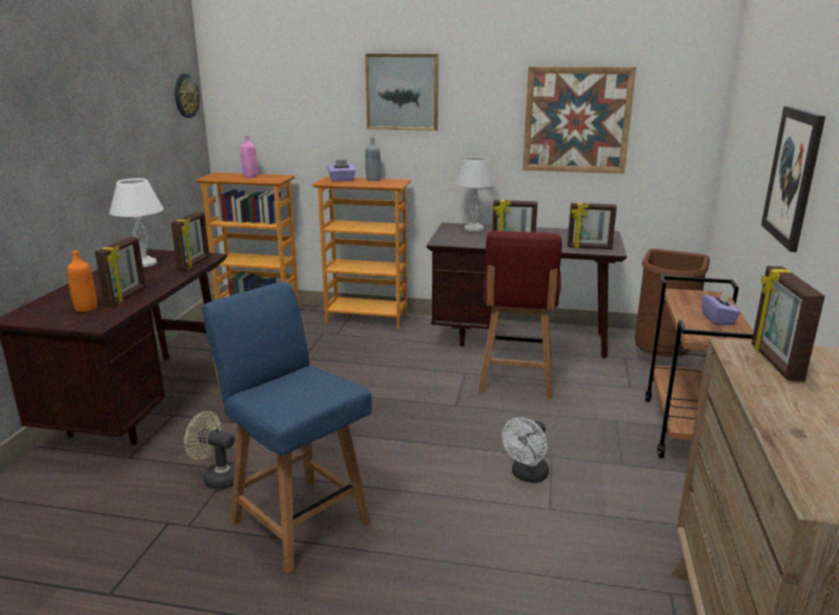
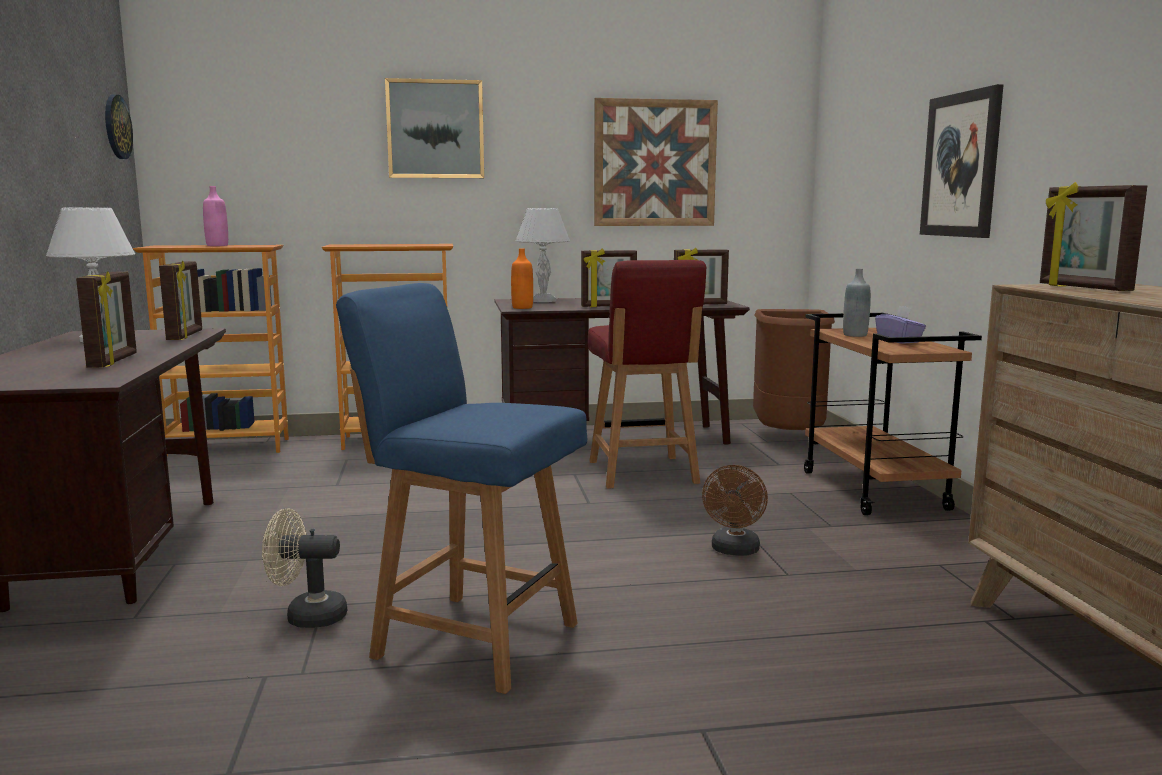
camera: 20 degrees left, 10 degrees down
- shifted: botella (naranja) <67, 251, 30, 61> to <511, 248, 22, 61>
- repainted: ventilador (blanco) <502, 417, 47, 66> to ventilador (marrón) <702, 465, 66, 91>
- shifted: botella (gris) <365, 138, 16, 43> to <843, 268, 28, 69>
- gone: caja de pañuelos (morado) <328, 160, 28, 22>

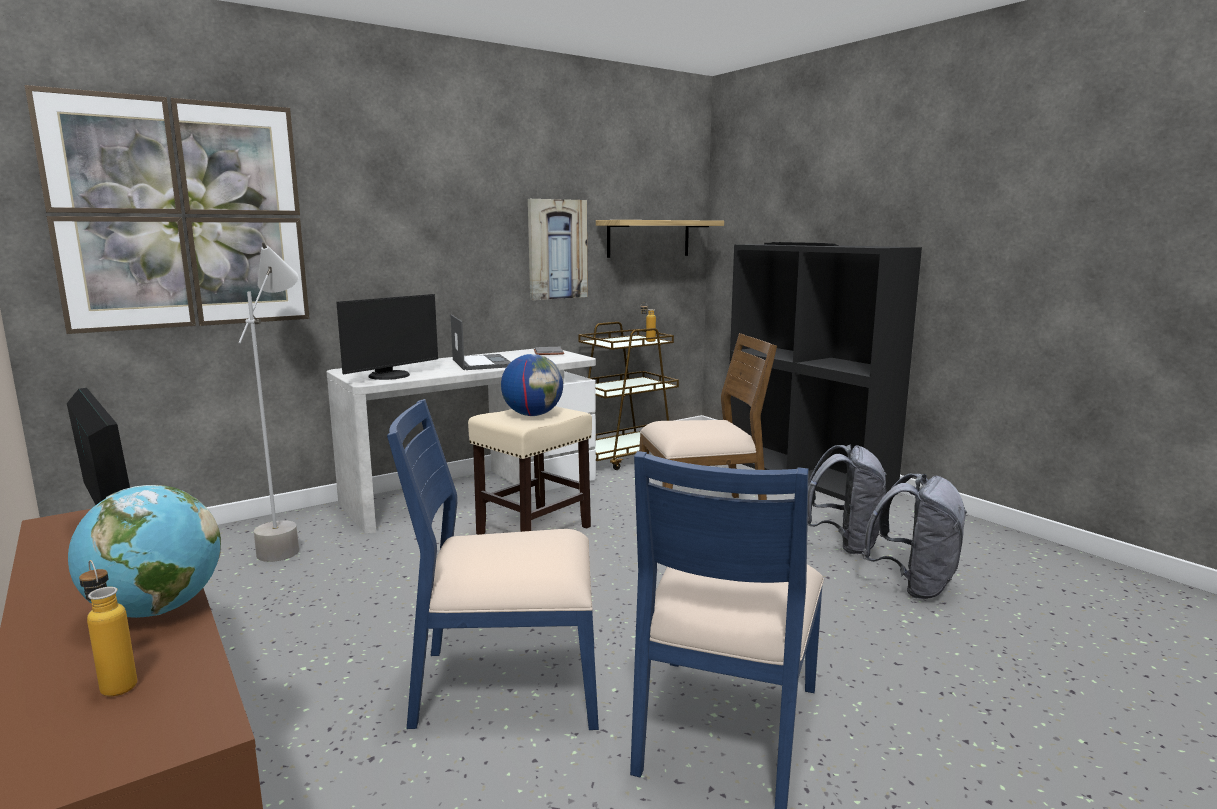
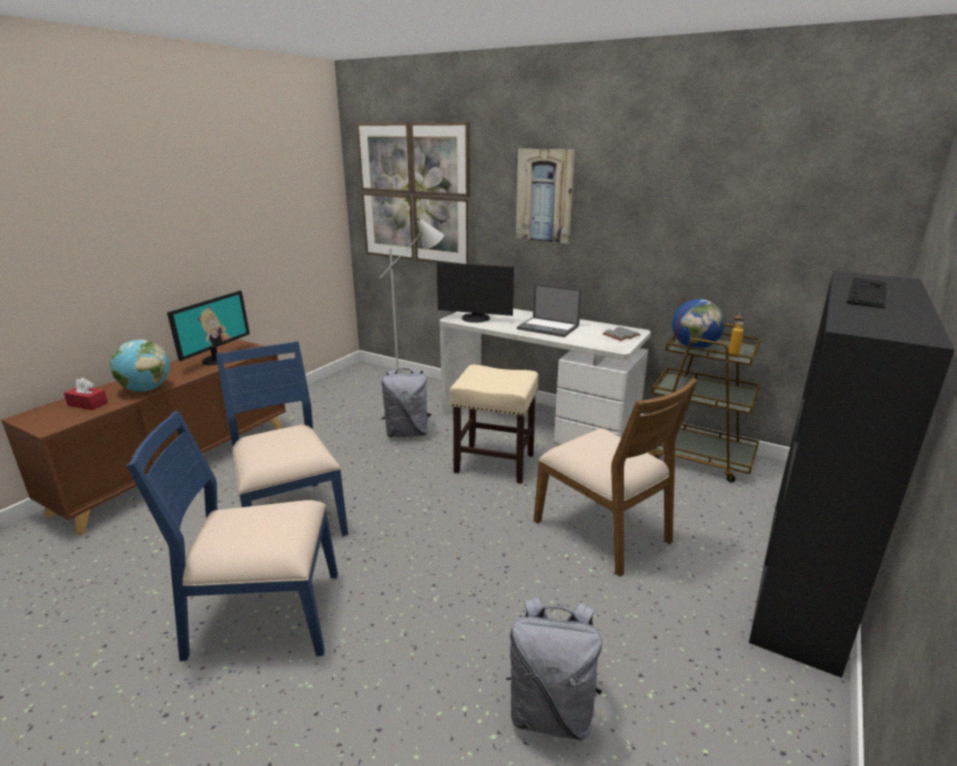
camera: 65 degrees right, 10 degrees up
- swapped: botella <79, 560, 58, 137> to caja de pañuelos (rojo) <64, 378, 44, 32>
- shifted: mochila (gris) <807, 444, 80, 110> to <381, 368, 50, 69>
- shifted: cuadro <528, 199, 60, 101> to <516, 149, 59, 95>
- rotated: portátil <451, 314, 60, 56> = <517, 284, 65, 53> 75 degrees clockwise
- shifted: globo terráqueo <501, 354, 62, 62> to <672, 299, 53, 49>
- gone: estante <596, 220, 128, 38>

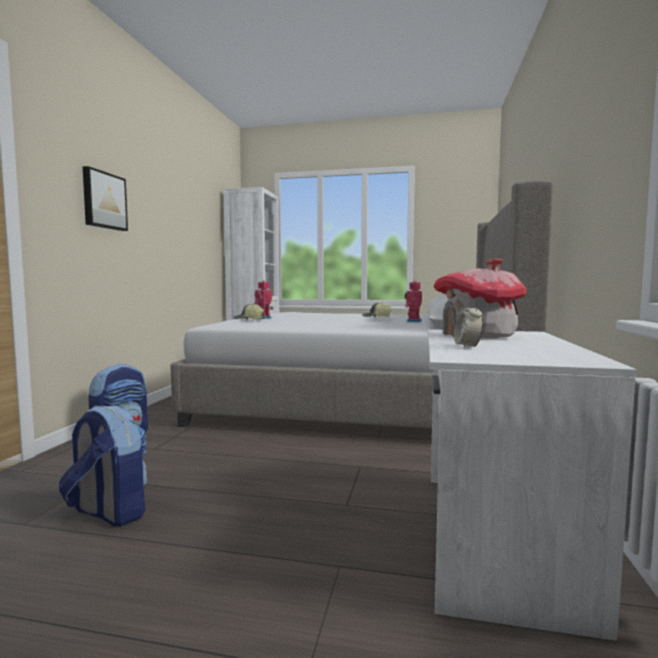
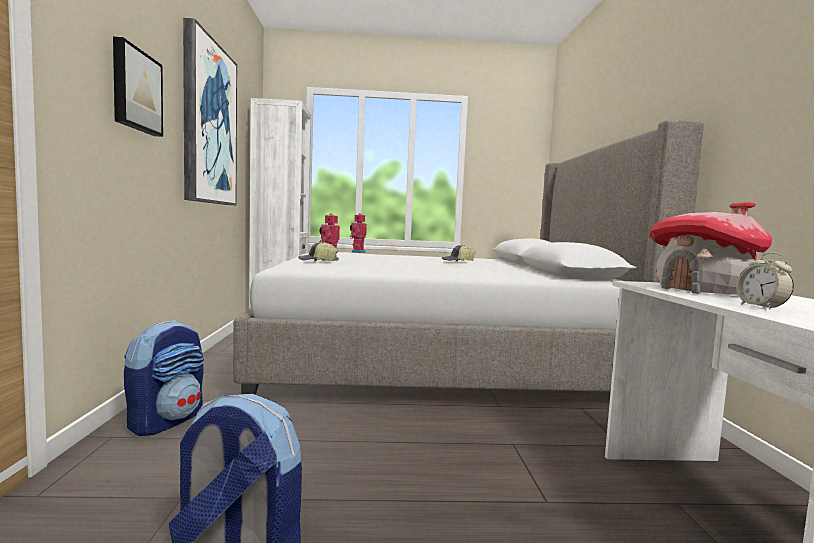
camera: 15 degrees left, 0 degrees up
- new: cuadro <183, 18, 54, 187>
- shifted: robot de juguete <405, 280, 17, 42> to <350, 213, 17, 40>

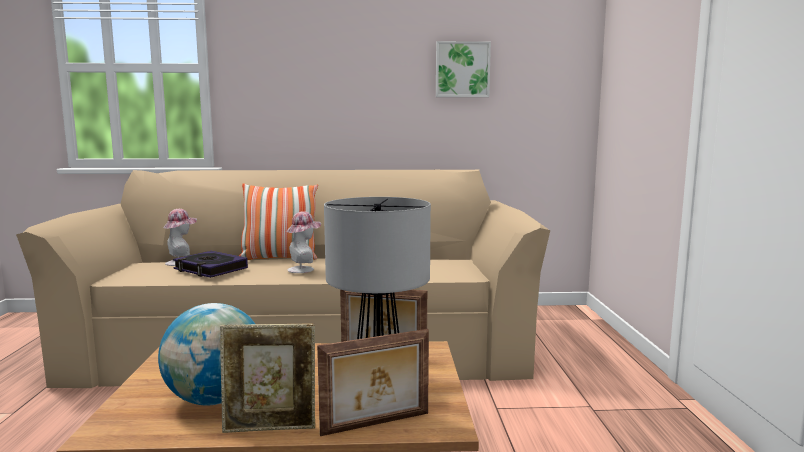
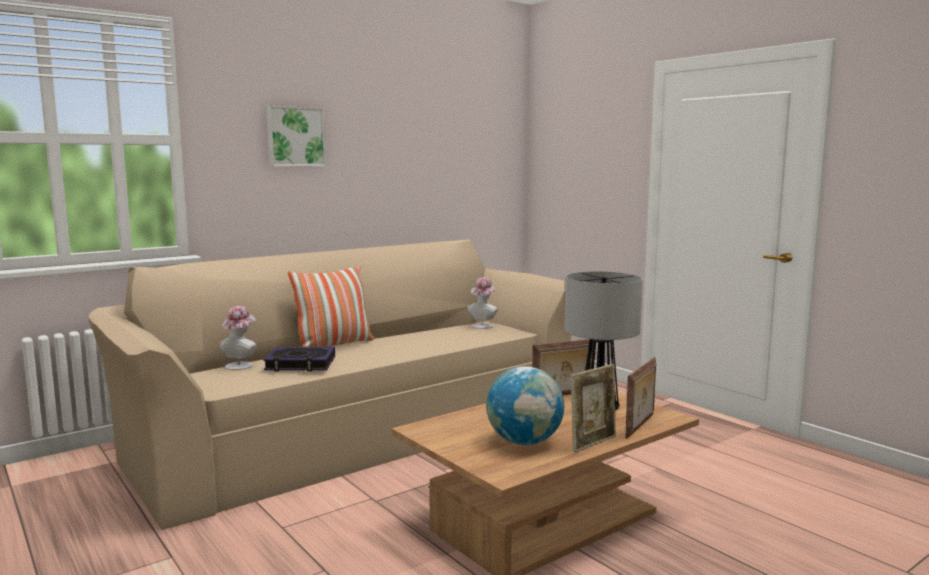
camera: 35 degrees left, 0 degrees up
- shifted: cuadro <436, 41, 55, 56> to <266, 106, 60, 61>
- shifted: sombrero <287, 211, 34, 62> to <467, 277, 31, 52>

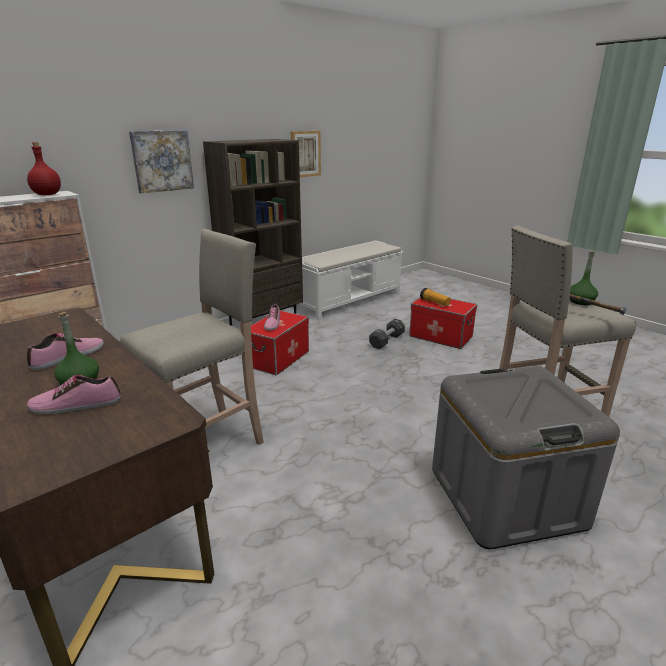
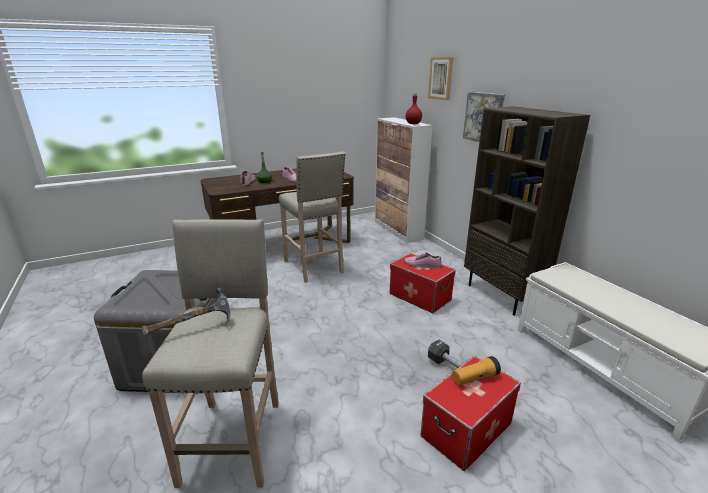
camera: 105 degrees right, 0 degrees up
- shifted: cuadro <291, 131, 30, 46> to <428, 57, 25, 43>
- gone: botella (verde) <569, 252, 29, 53>

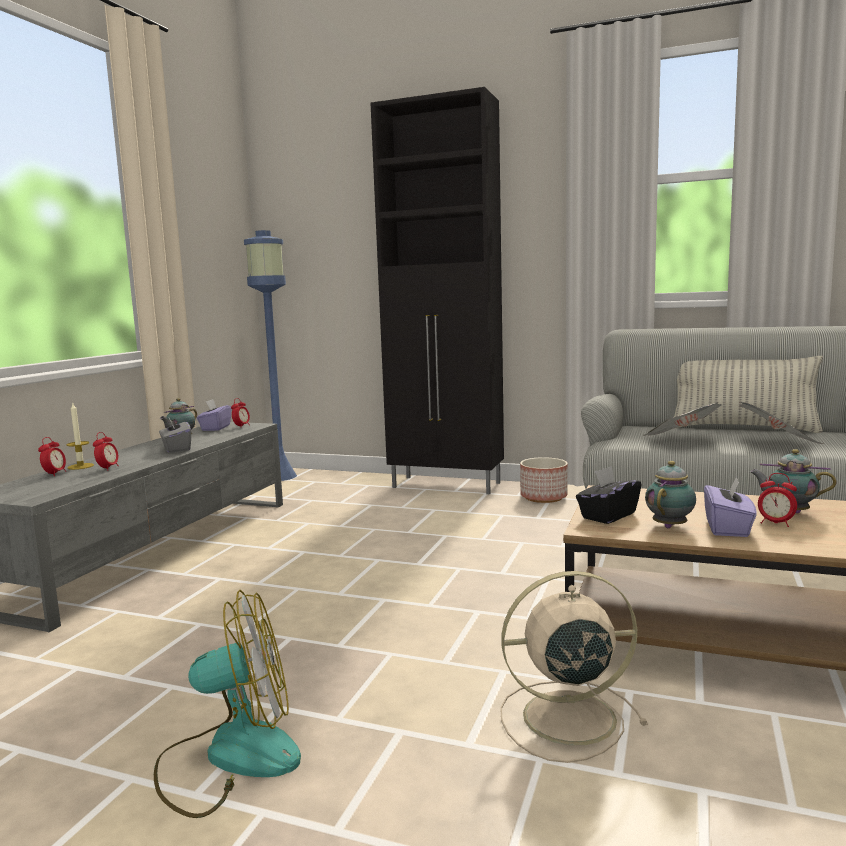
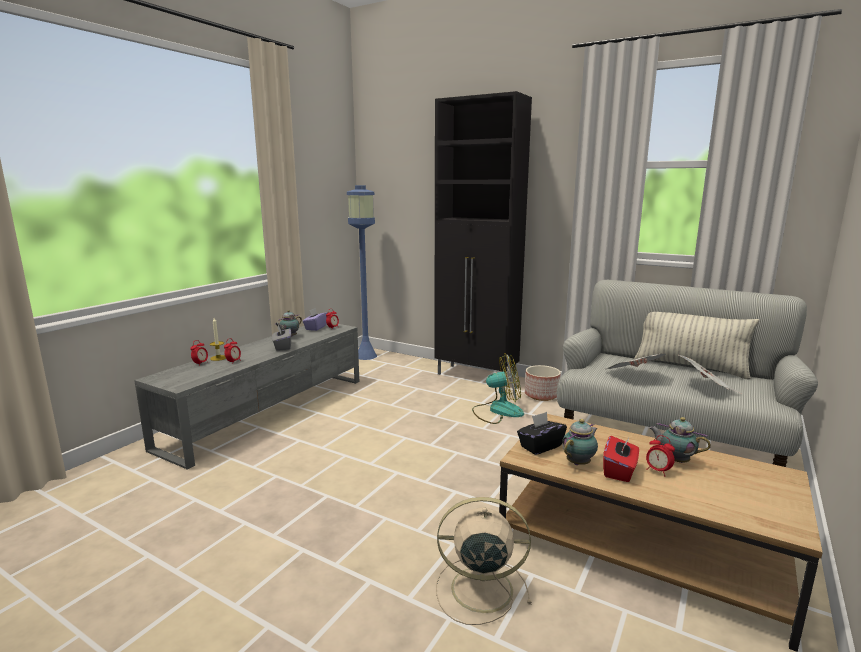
camera: 10 degrees right, 5 degrees up
- shifted: ventilador <154, 590, 147, 228> to <472, 353, 52, 71>
- repainted: caja de pañuelos (morado) <704, 476, 53, 61> to caja de pañuelos (rojo) <603, 436, 36, 46>

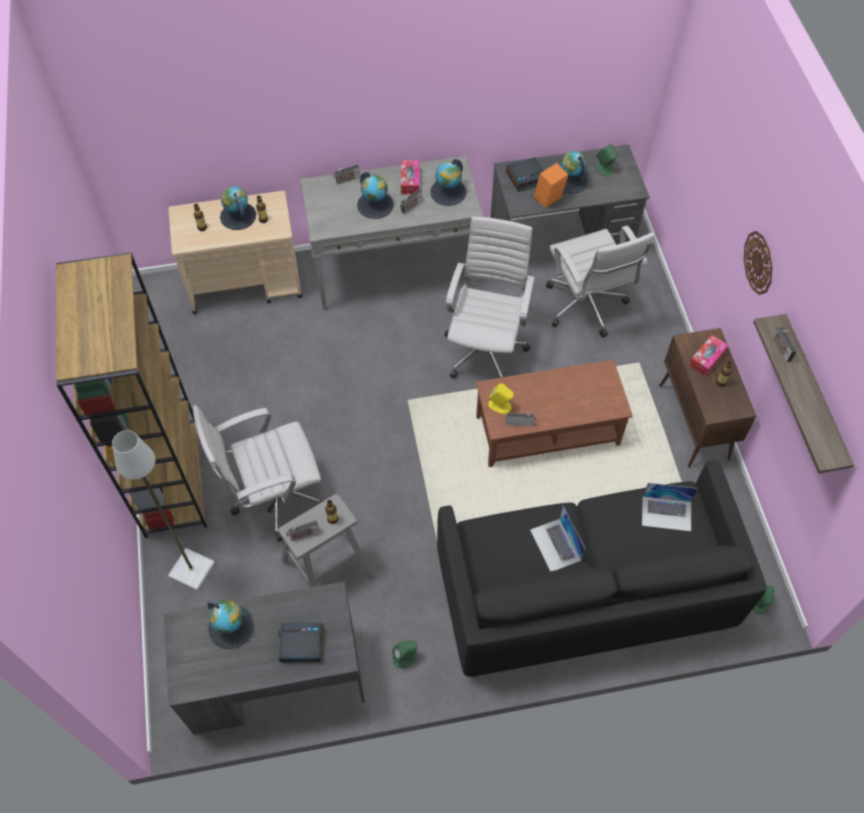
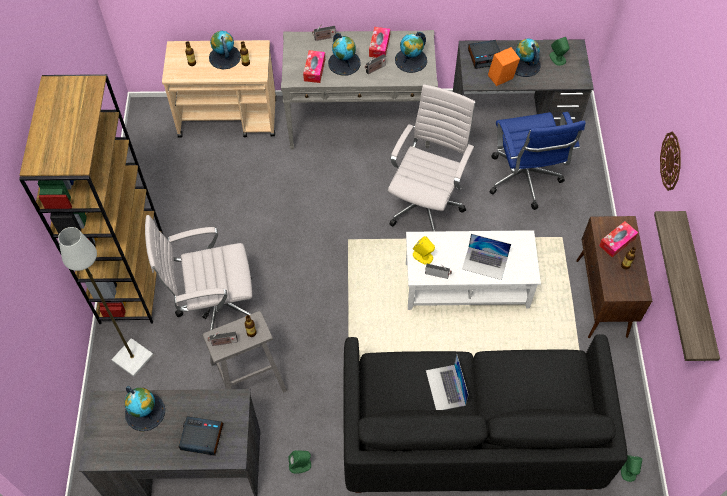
camera: 10 degrees right, 0 degrees up
- new: caja de pañuelos <303, 50, 22, 33>
- repainted: mesa de centro (marrón) <476, 359, 157, 108> to mesa de centro (blanco) <406, 230, 135, 80>
- shifted: portátil <642, 483, 56, 48> to <462, 234, 49, 46>
- repainted: silla de oficina (blanco) <546, 226, 109, 111> to silla de oficina (azul) <490, 112, 96, 98>
- gone: radio <773, 327, 24, 35>

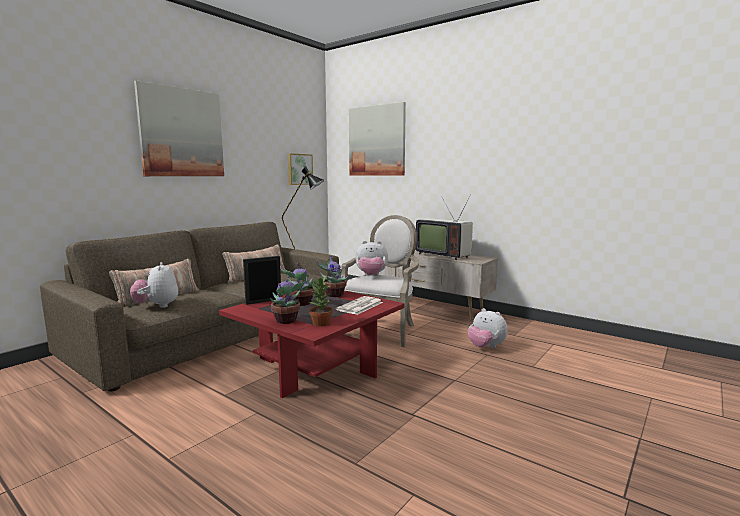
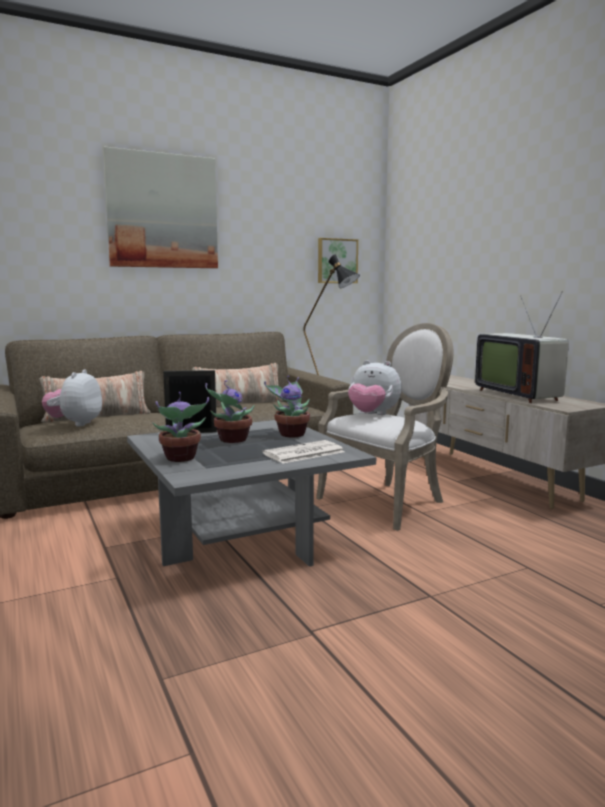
camera: 25 degrees right, 0 degrees up
- repainted: mesa de centro (rojo) <219, 285, 186, 113> to mesa de centro (gris) <127, 420, 249, 147>
- gone: planta en maceta <309, 276, 24, 50>
- gone: cuadro <349, 102, 57, 74>
- gone: peluche <468, 308, 40, 40>

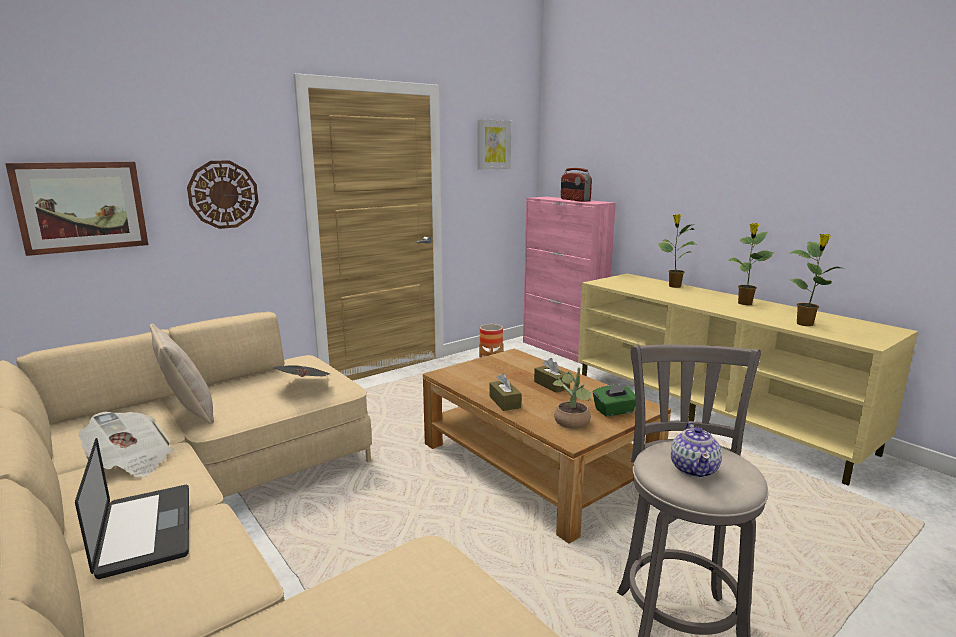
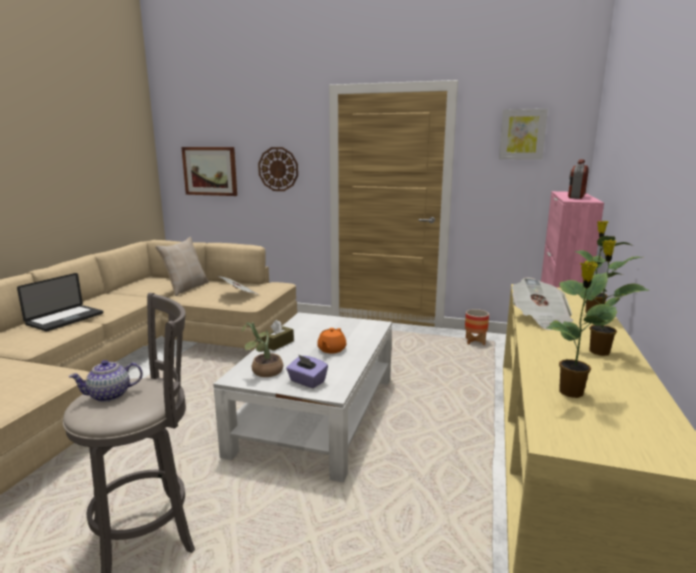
camera: 55 degrees right, 0 degrees up
- repainted: mesa de centro (marrón) <423, 348, 248, 196> to mesa de centro (blanco) <213, 312, 179, 171>
- repainted: caja de pañuelos (verde) <593, 384, 42, 32> to caja de pañuelos (morado) <286, 355, 42, 33>
- swapped: caja de pañuelos (marrón) <534, 358, 36, 35> to tetera (naranja) <317, 328, 29, 25>
- shifted: periódico <78, 412, 96, 65> to <512, 278, 61, 52>

